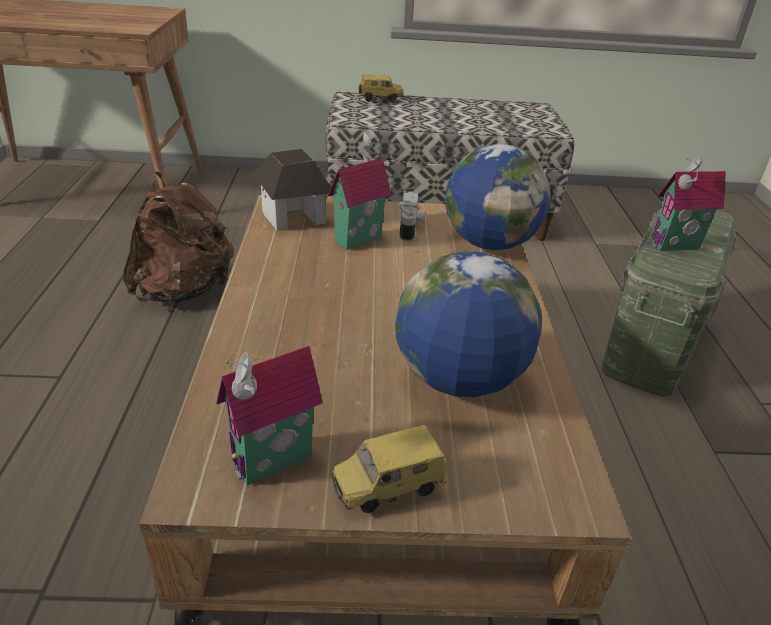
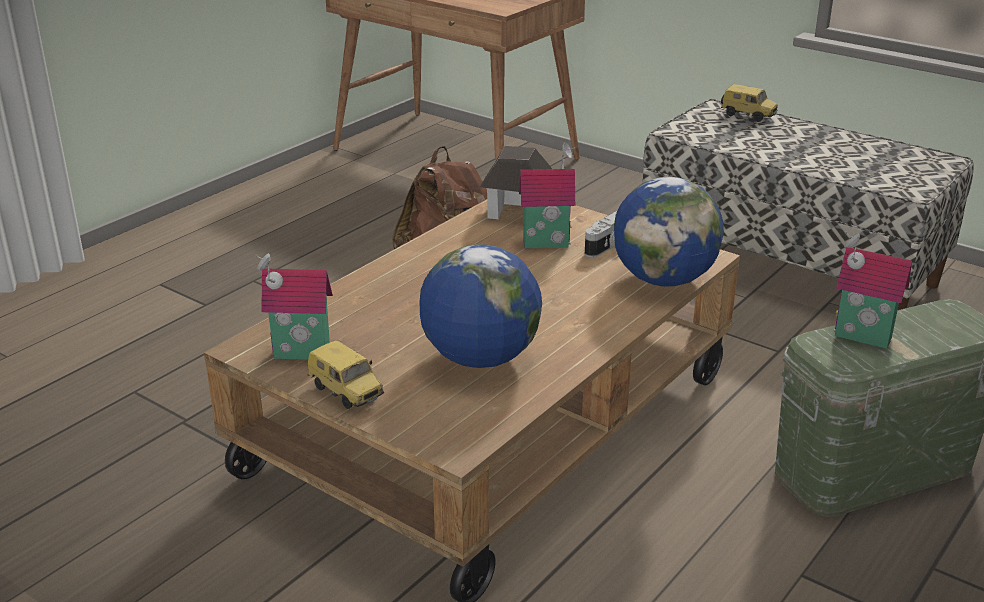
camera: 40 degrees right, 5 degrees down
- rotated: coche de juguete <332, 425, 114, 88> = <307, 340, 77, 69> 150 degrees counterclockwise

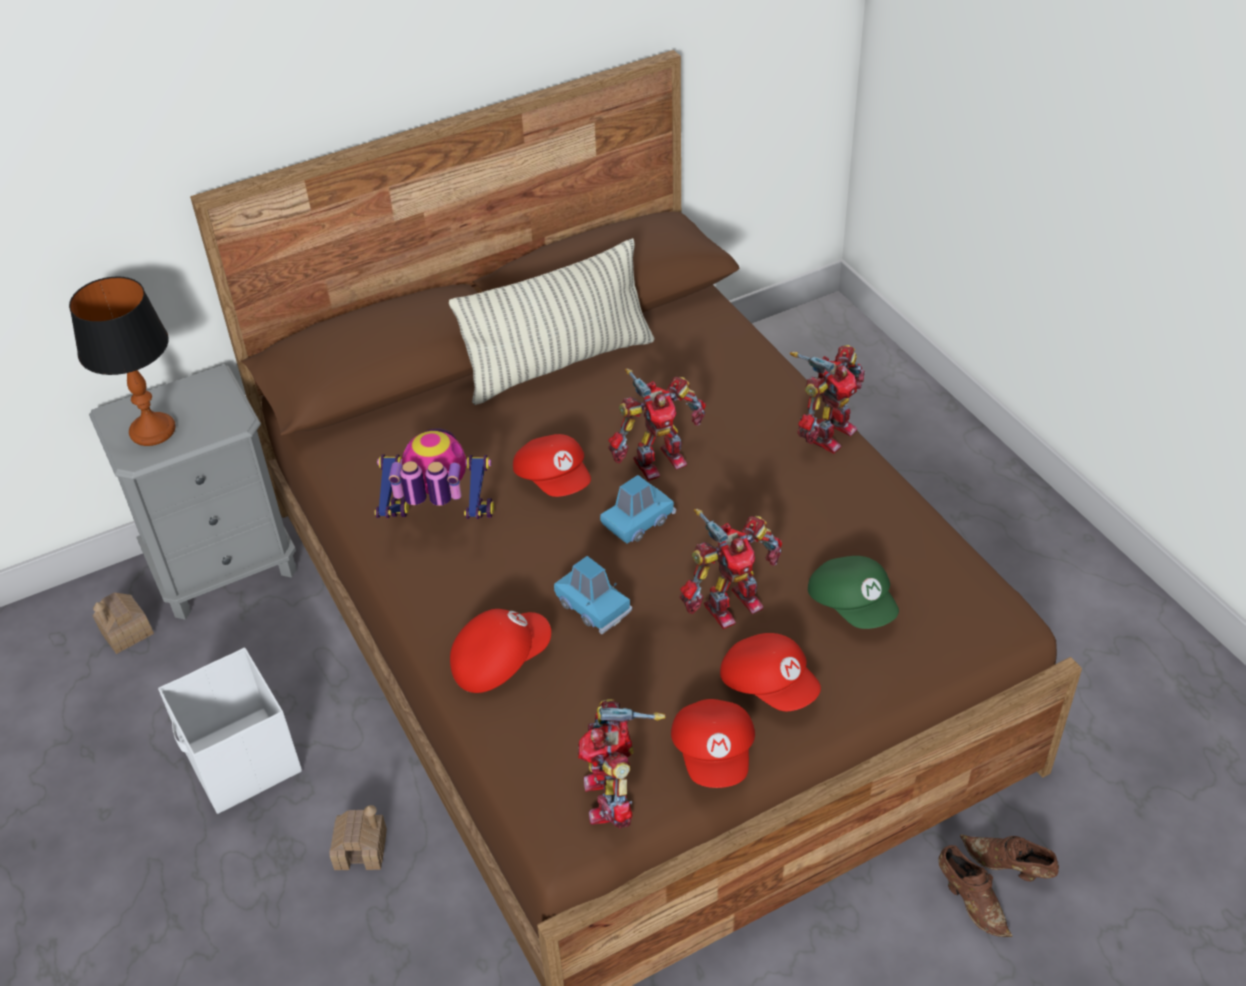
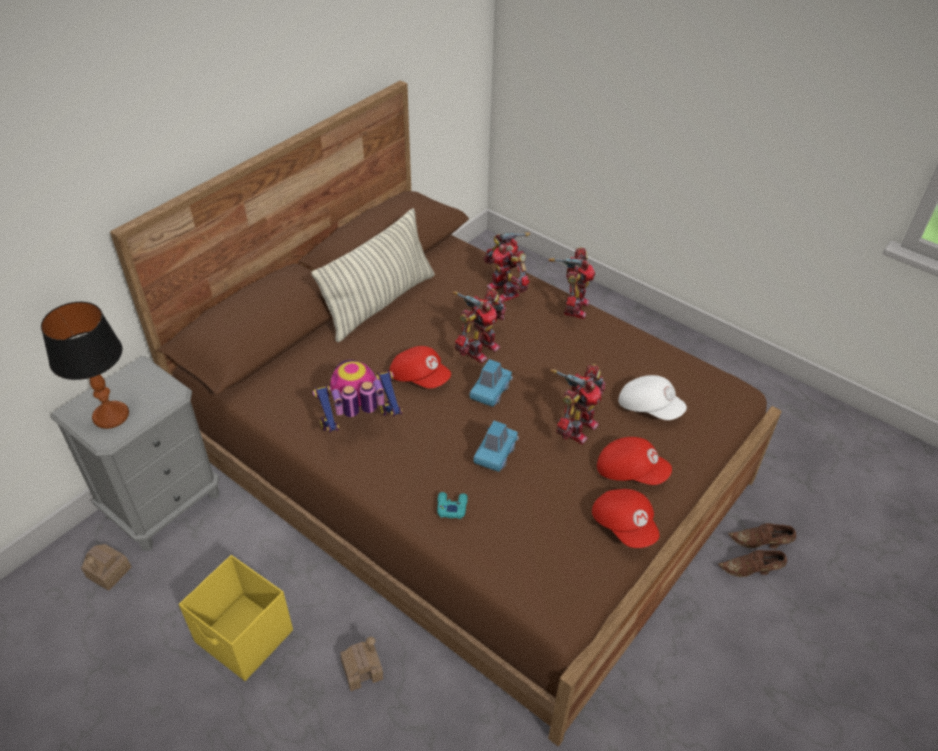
camera: 25 degrees left, 0 degrees up
- repainted: caja de almacenaje (blanco) <158, 648, 144, 166> to caja de almacenaje (amarillo) <179, 555, 114, 126>
- swapped: gorra (rojo) <450, 609, 101, 84> to mando de consola (turquesa) <437, 492, 31, 27>
- rotated: coche de juguete (azul) <554, 556, 78, 78> = <473, 421, 46, 51> 90 degrees counterclockwise
- shifted: robot de juguete <578, 699, 88, 130> to <483, 232, 47, 70>
- repainted: gorra (verde) <808, 556, 91, 73> to gorra (blanco) <618, 375, 69, 45>
- rotated: zapato (marrón) <938, 845, 74, 92> = <718, 550, 69, 27> 150 degrees clockwise

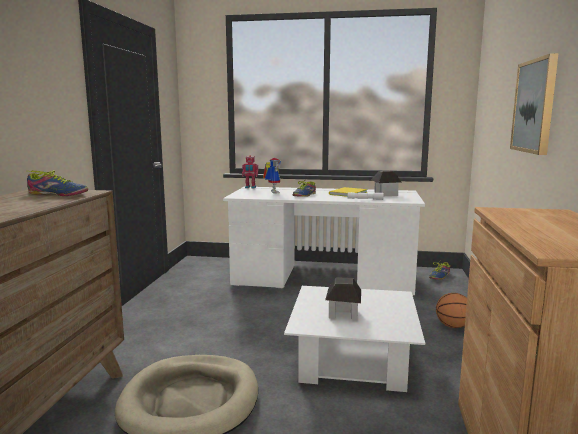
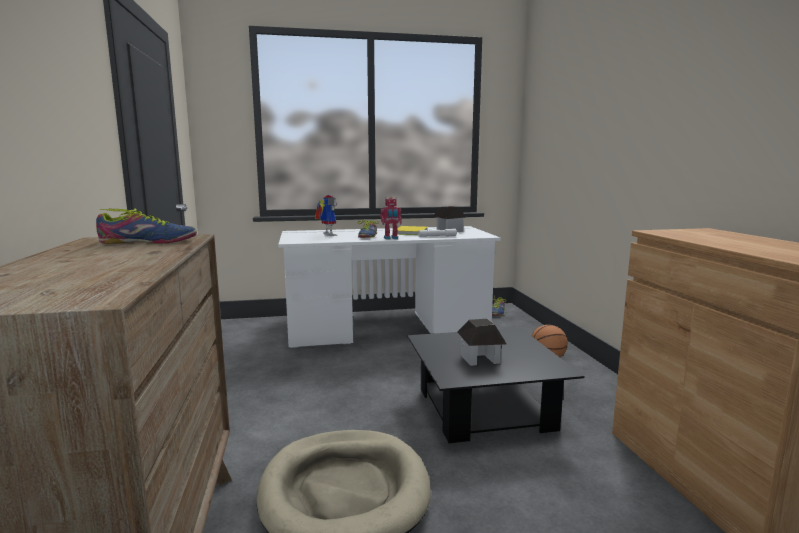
camera: 20 degrees left, 0 degrees up
- shifted: robot de juguete <242, 155, 17, 33> to <380, 197, 22, 43>
- repainted: mesa de centro (blanco) <284, 286, 141, 106> to mesa de centro (negro) <407, 328, 177, 115>
- gone: cuadro <510, 53, 49, 102>

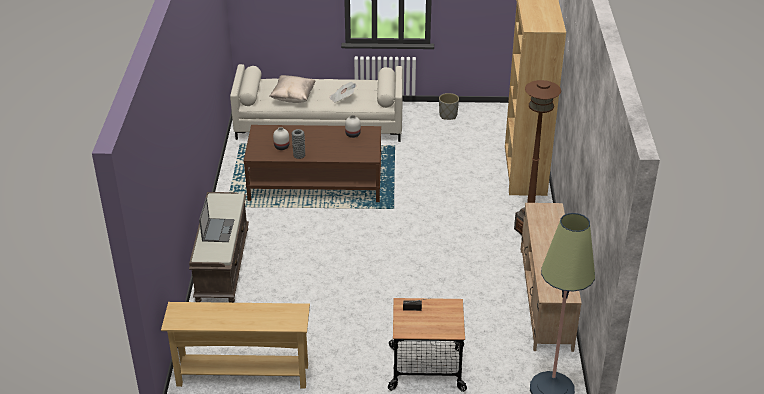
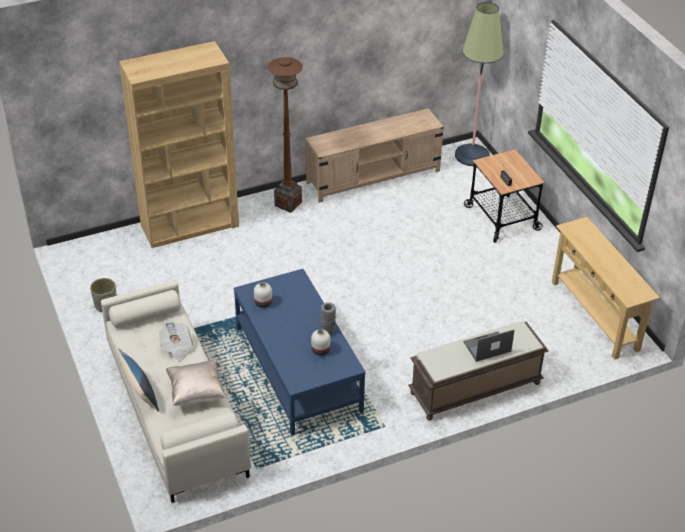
camera: 115 degrees left, 5 degrees up
- new: cojín <118, 348, 41, 64>
- repainted: mesa de centro (marrón) <244, 125, 137, 77> to mesa de centro (azul) <234, 269, 131, 166>

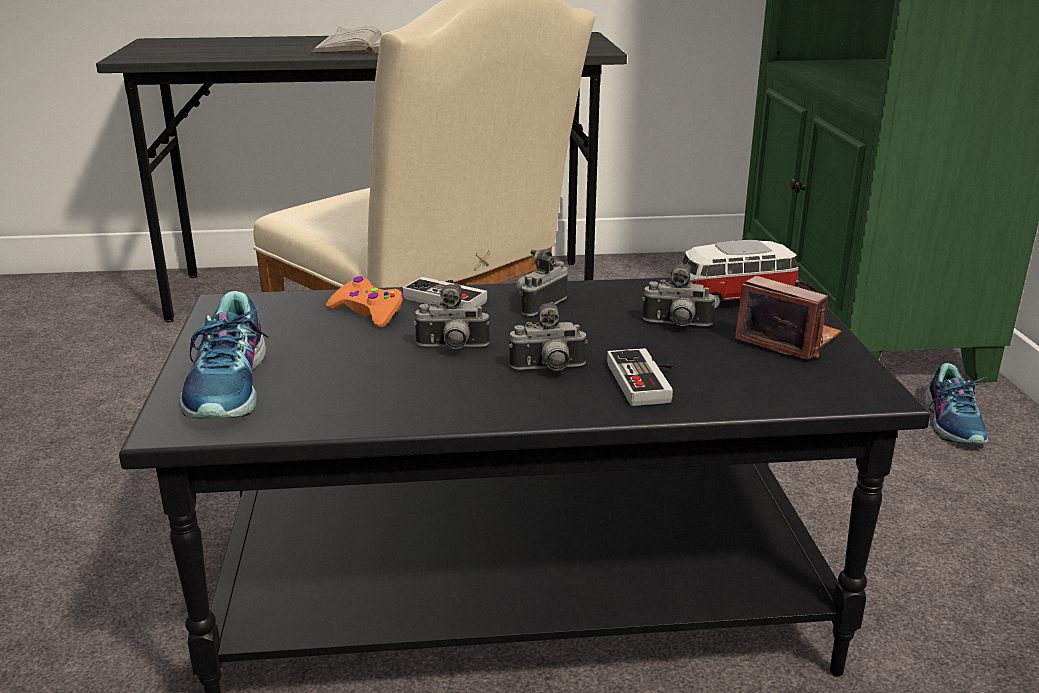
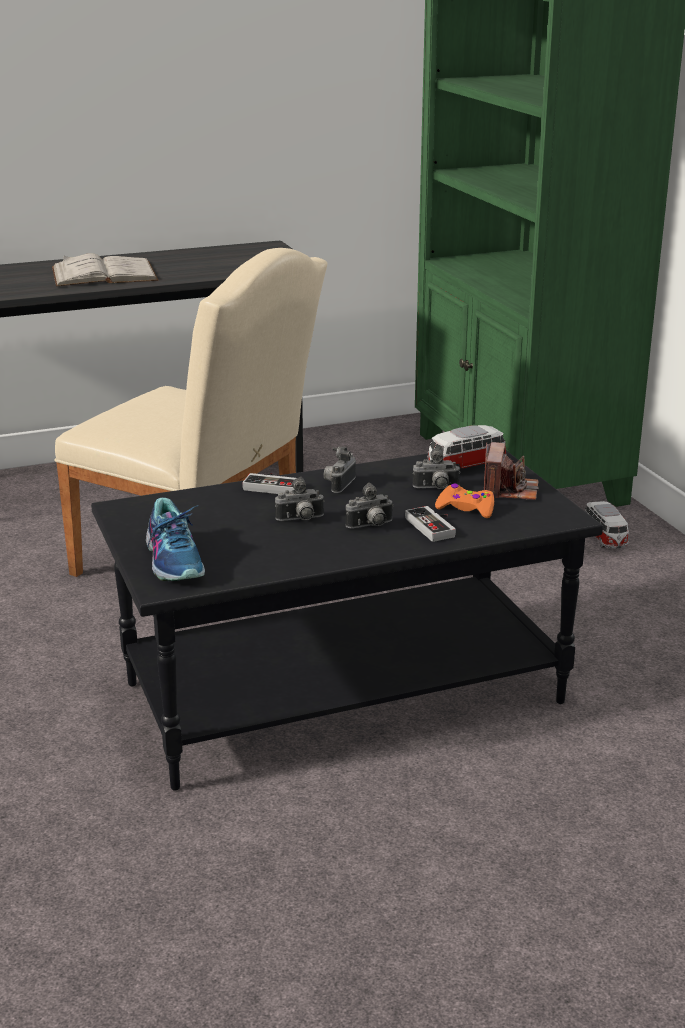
camera: 15 degrees left, 0 degrees up
- shifted: mando de consola (naranja) <326, 276, 78, 52> to <435, 483, 59, 35>
- rotated: cámara <735, 276, 106, 84> = <484, 442, 55, 58> 75 degrees clockwise
- swapped: zapato <923, 363, 65, 81> to coche de juguete <585, 501, 45, 48>

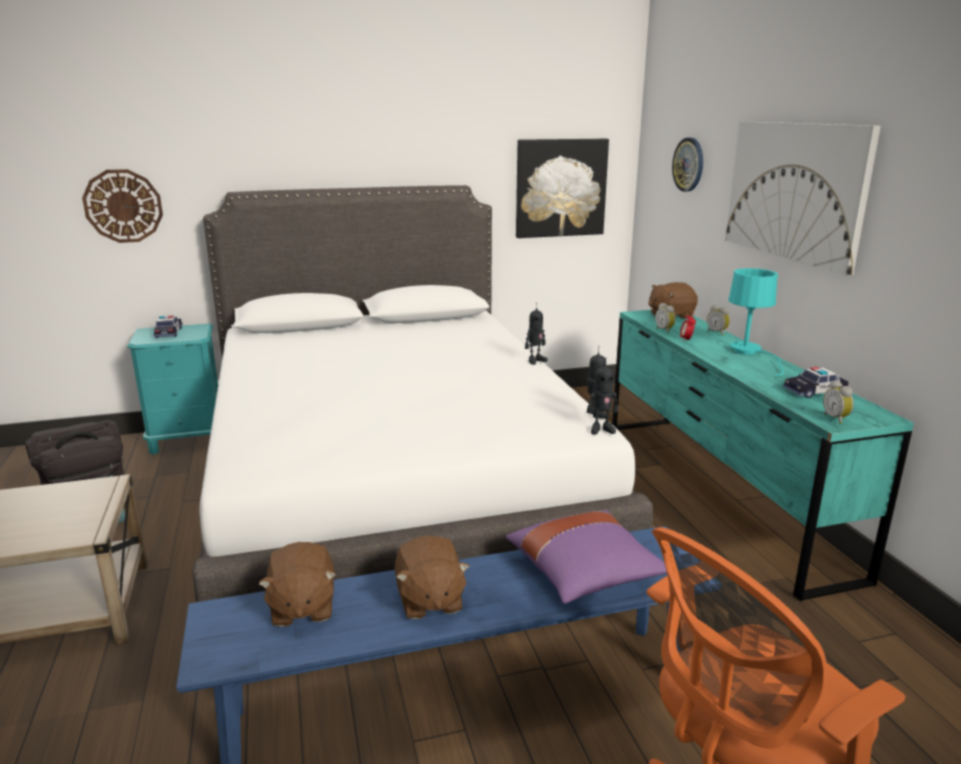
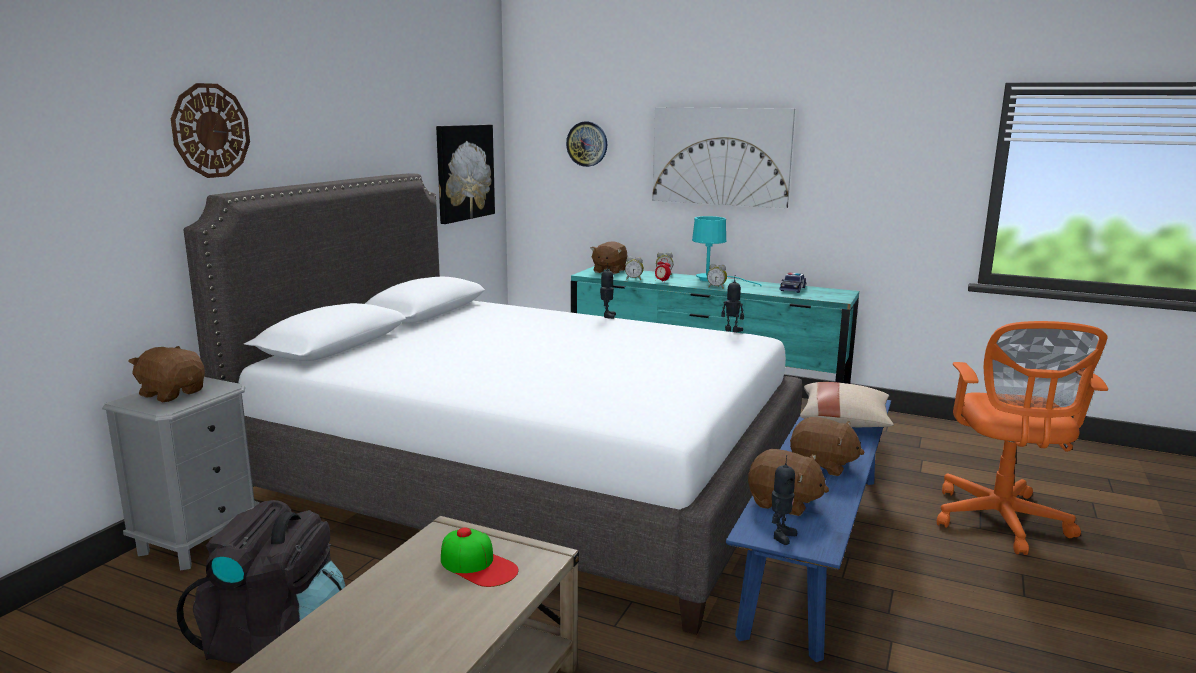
camera: 50 degrees left, 5 degrees down
- repainted: mesita de noche (turquesa) <127, 324, 91, 131> to mesita de noche (gris) <102, 377, 158, 193>
- swapped: coche de juguete <154, 315, 28, 23> to peluche (marrón) <128, 346, 77, 56>
- shifted: reloj de pared <82, 169, 81, 74> to <171, 83, 79, 95>
- new: gorra <441, 528, 77, 59>
- shifted: despertador <823, 380, 31, 44> to <707, 264, 20, 25>
- shifted: robot de juguete <587, 358, 31, 77> to <772, 455, 25, 90>
- repainted: cojín (morado) <506, 510, 161, 94> to cojín (beis) <800, 382, 94, 45>

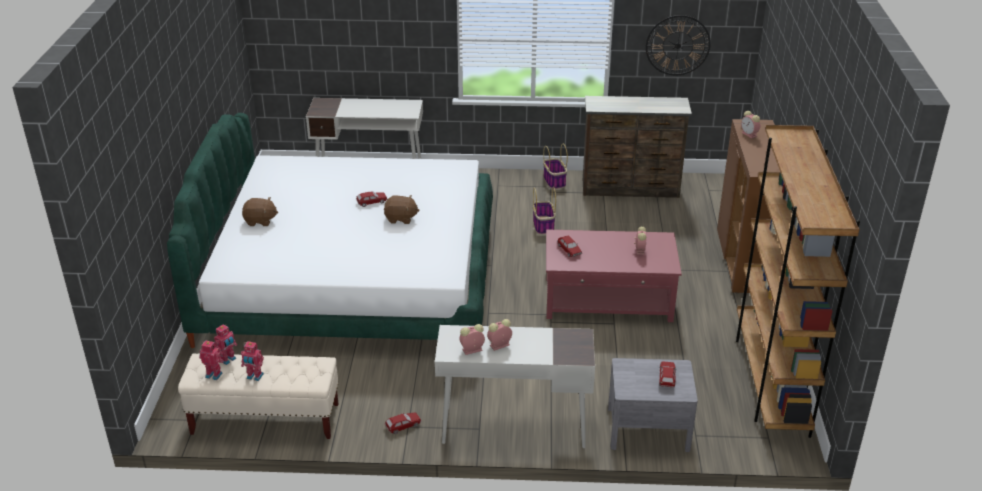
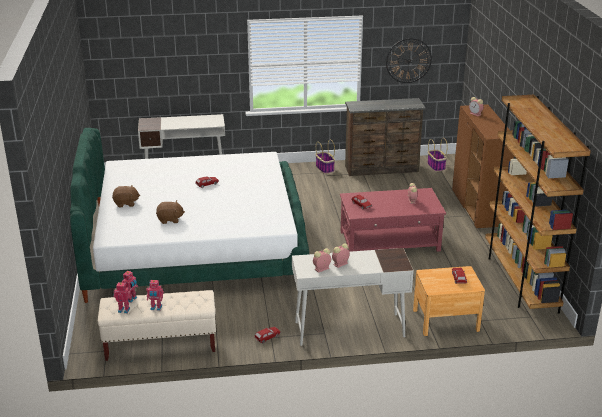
camera: 10 degrees left, 5 degrees down
- shifted: peluche (marrón) <384, 195, 36, 29> to <156, 200, 29, 24>
- repainted: mesita de noche (gris) <608, 358, 90, 94> to mesita de noche (marrón) <413, 266, 72, 70>
- shifted: cesta <533, 187, 23, 48> to <427, 138, 21, 34>

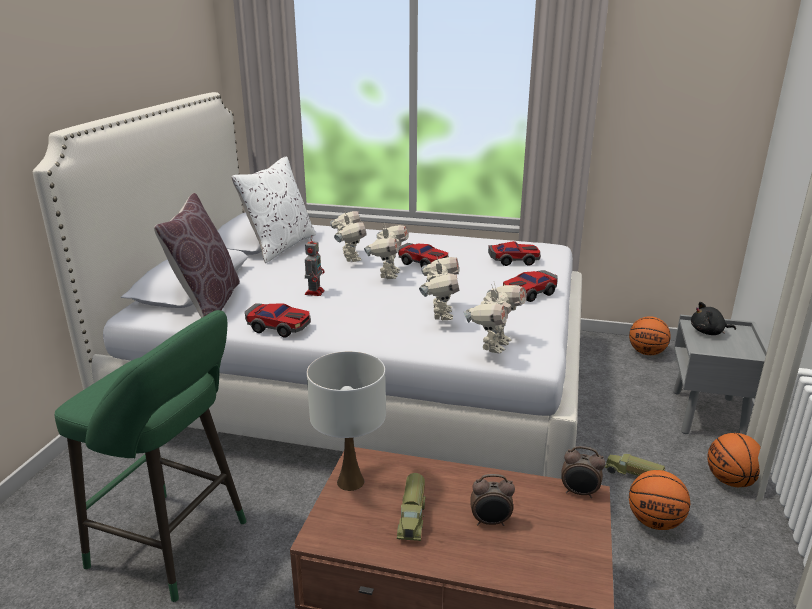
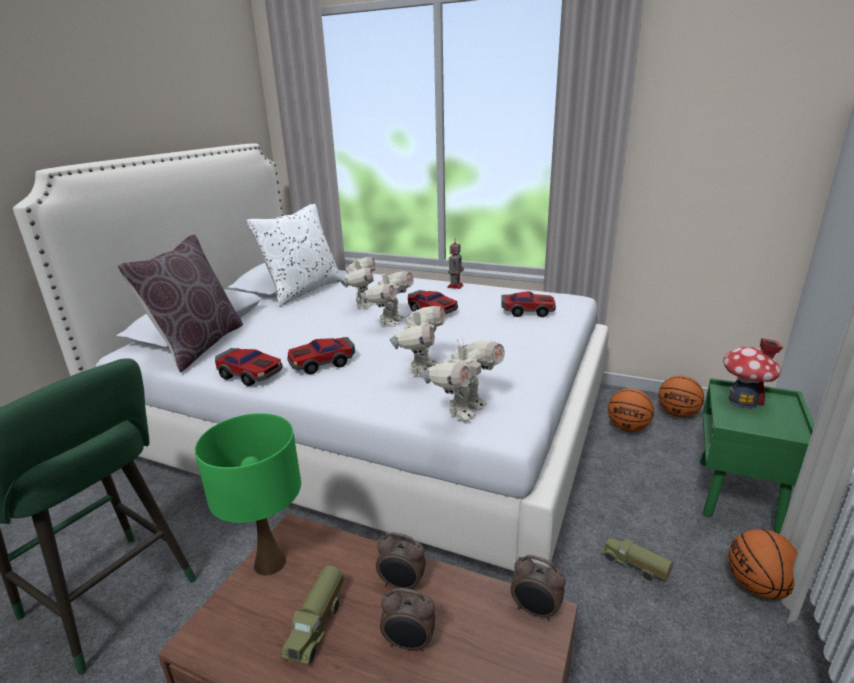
camera: 10 degrees right, 0 degrees up
- repainted: lámpara de mesa (blanco) <307, 351, 79, 140> to lámpara de mesa (verde) <195, 413, 106, 163>
- shifted: coche de juguete <503, 270, 55, 32> to <287, 337, 68, 37>
- new: despertador <376, 532, 50, 58>
- shifted: robot de juguete <305, 236, 19, 60> to <447, 239, 17, 50>
- shifted: balón de baloncesto <629, 470, 61, 60> to <608, 388, 46, 44>
- repainted: mesita de noche (gris) <673, 314, 95, 121> to mesita de noche (verde) <700, 378, 115, 156>
- swapped: peluche (negro) <691, 302, 45, 33> to casita <723, 338, 60, 71>

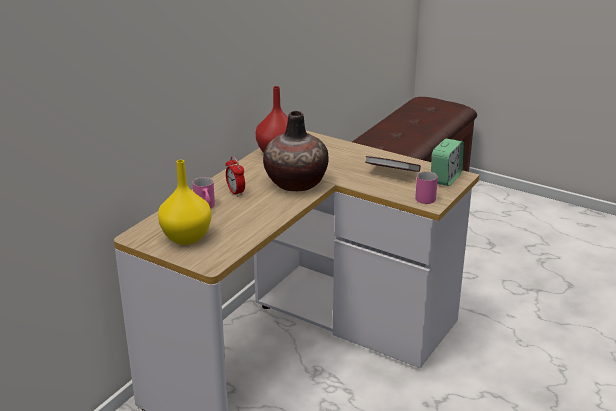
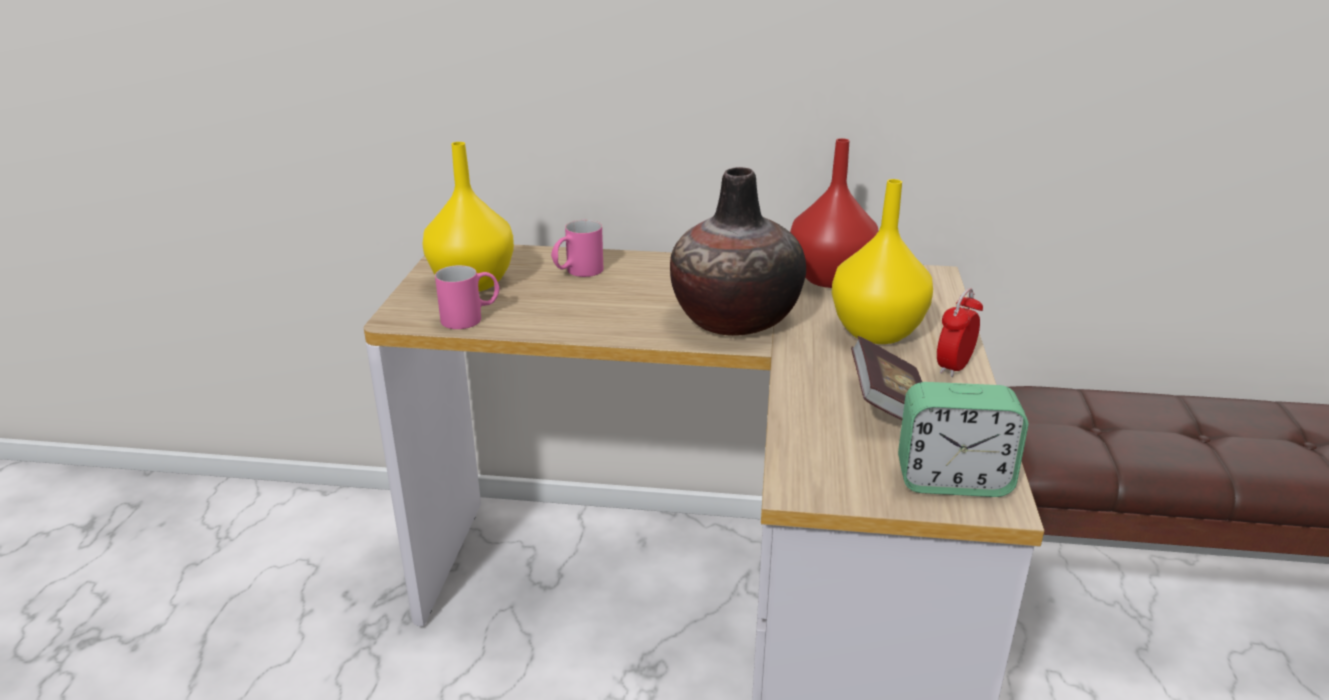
camera: 65 degrees right, 0 degrees up
- shifted: taza grande (rosa) <415, 171, 23, 33> to <435, 265, 65, 64>
- new: florero (amarillo) <832, 179, 101, 165>
- shifted: despertador <226, 156, 19, 41> to <937, 288, 46, 89>

